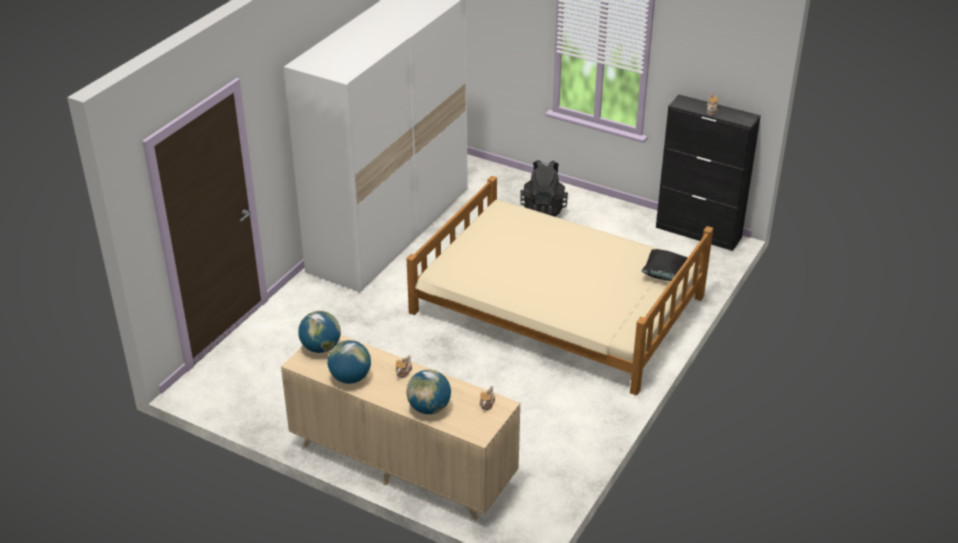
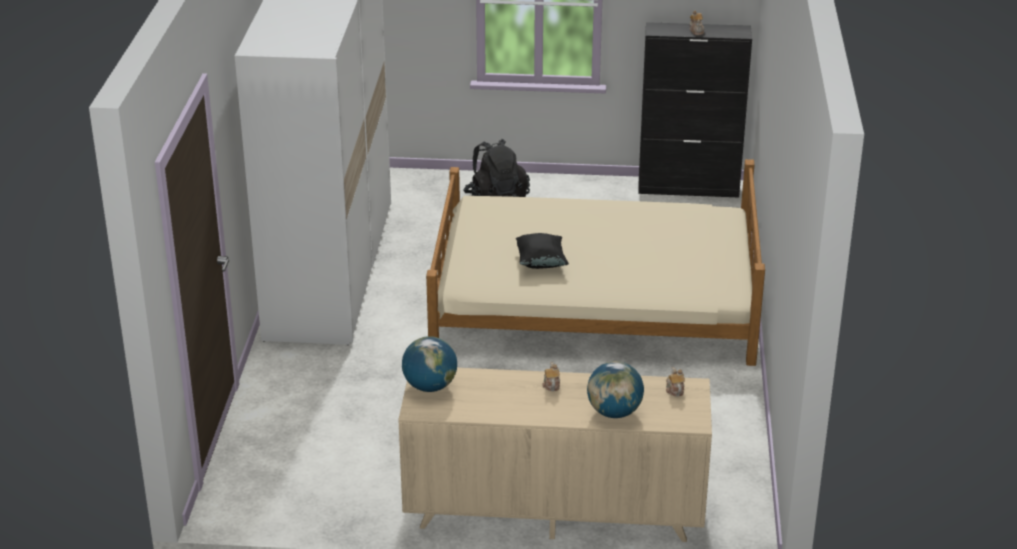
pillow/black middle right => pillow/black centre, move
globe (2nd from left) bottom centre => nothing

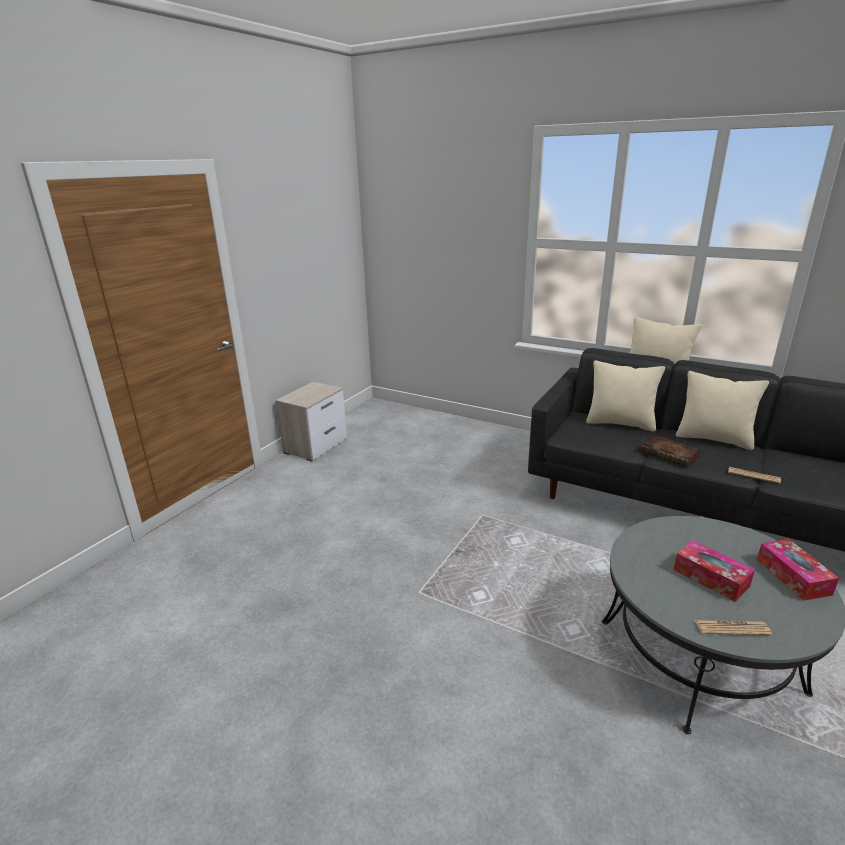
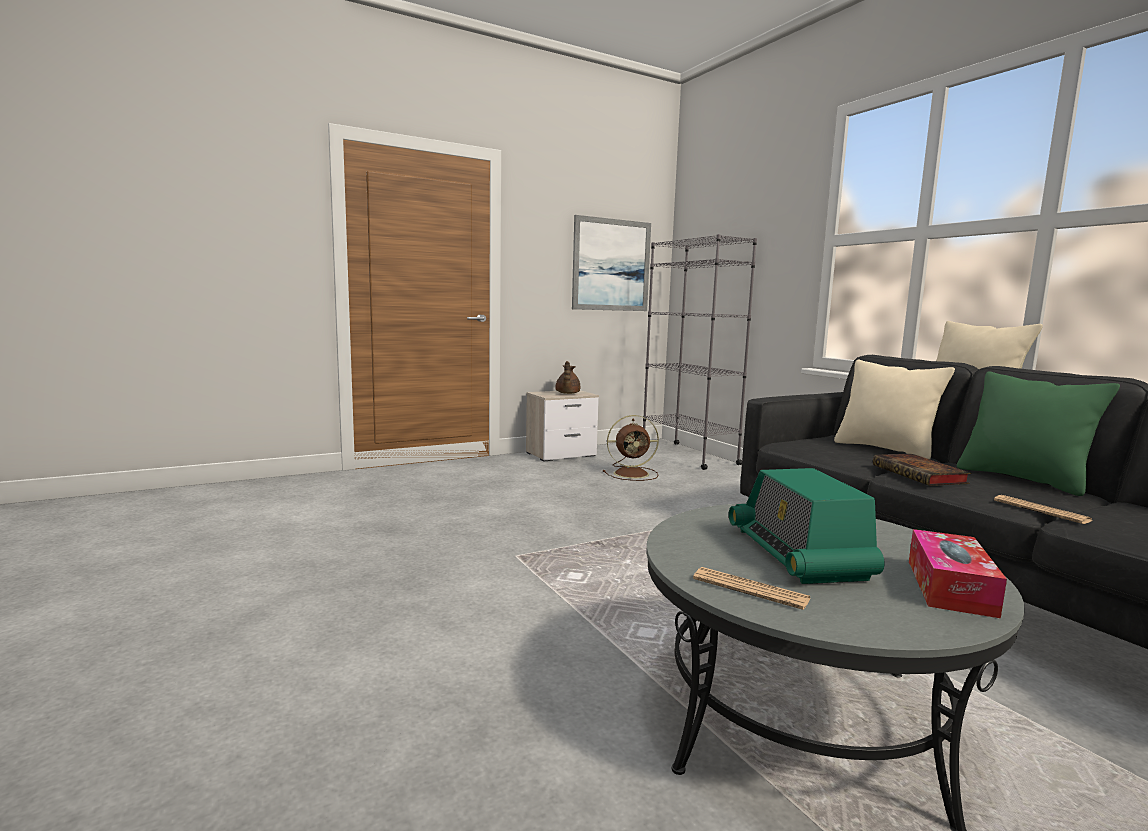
nothing => teapot/brown centre
nothing => picture top centre
nothing => fan/brown centre
nothing => bookcase/grey centre
tissue box (1st from left) bottom right => radio middle right
pillow/beige (3rd from left) middle right => pillow/green middle right

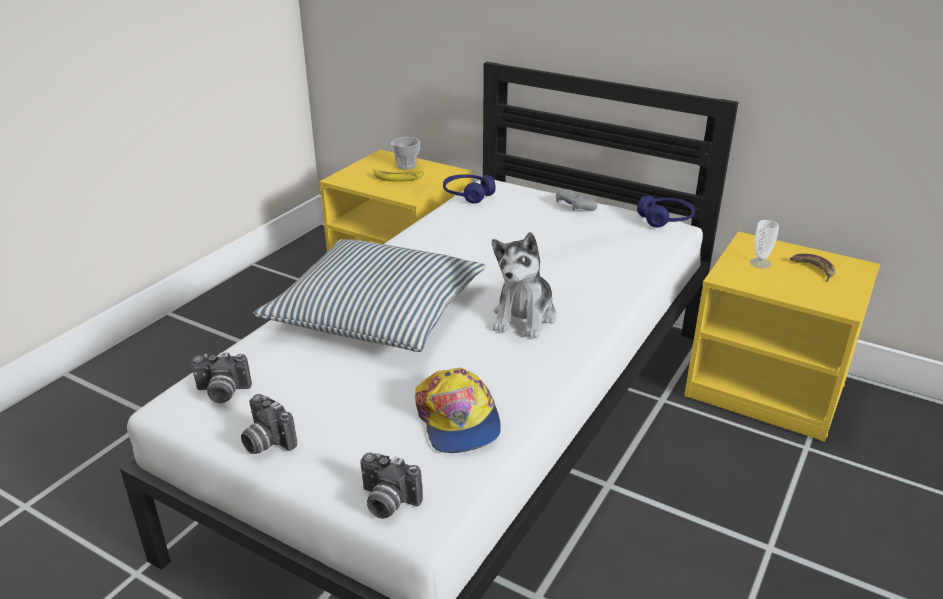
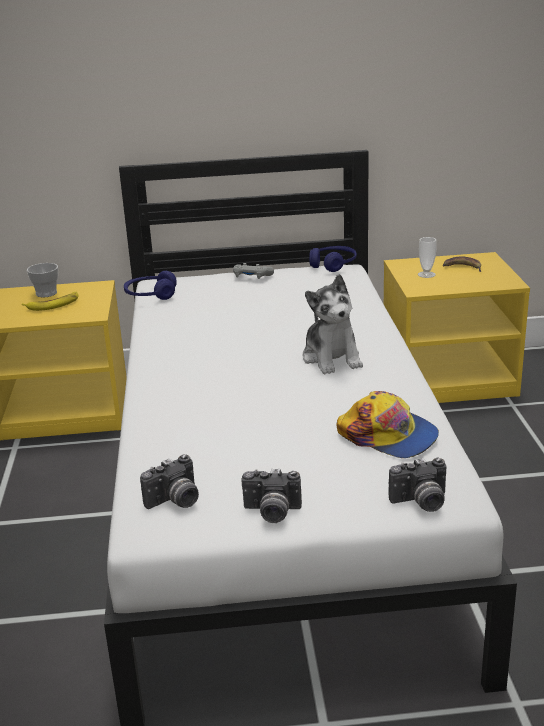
pillow centre => nothing

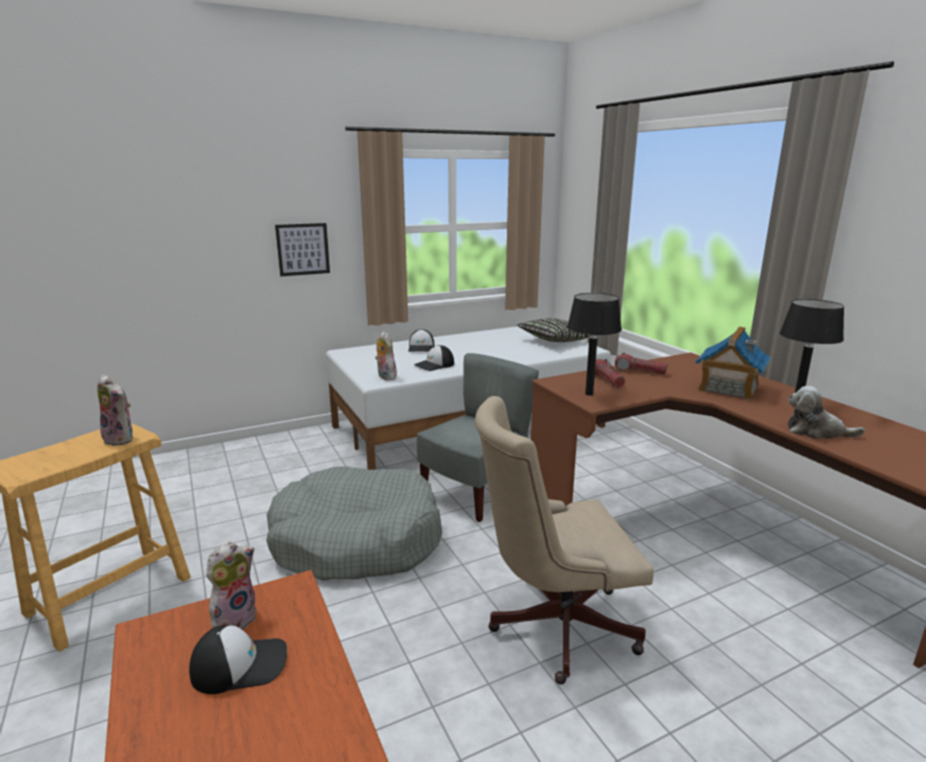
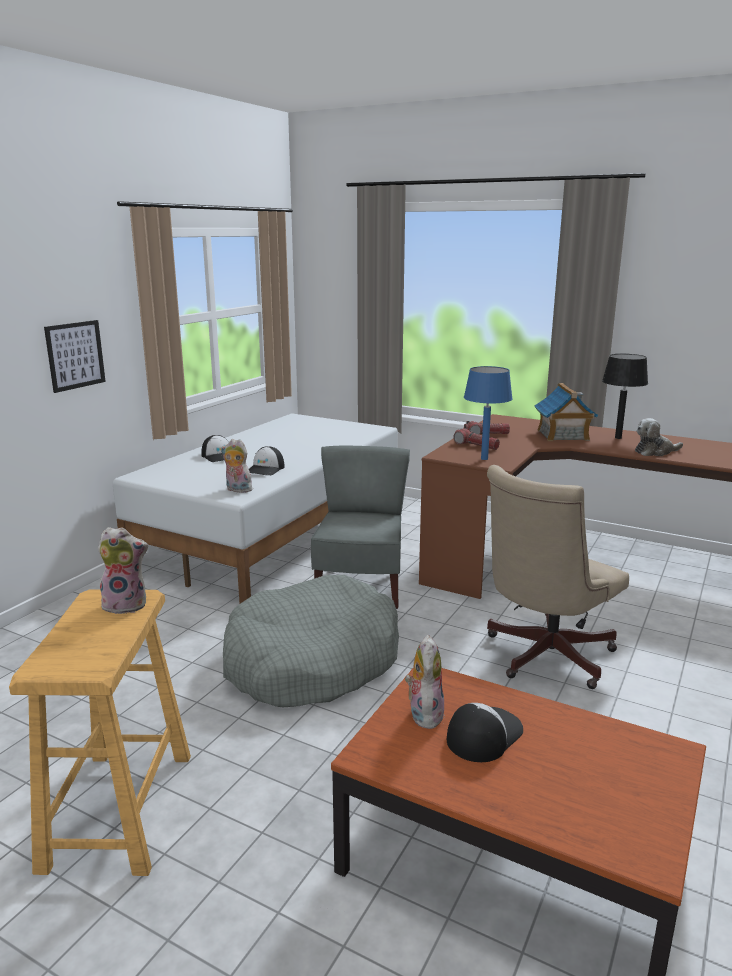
table lamp/black (1st from left) centre => table lamp/blue middle right
pillow centre => nothing

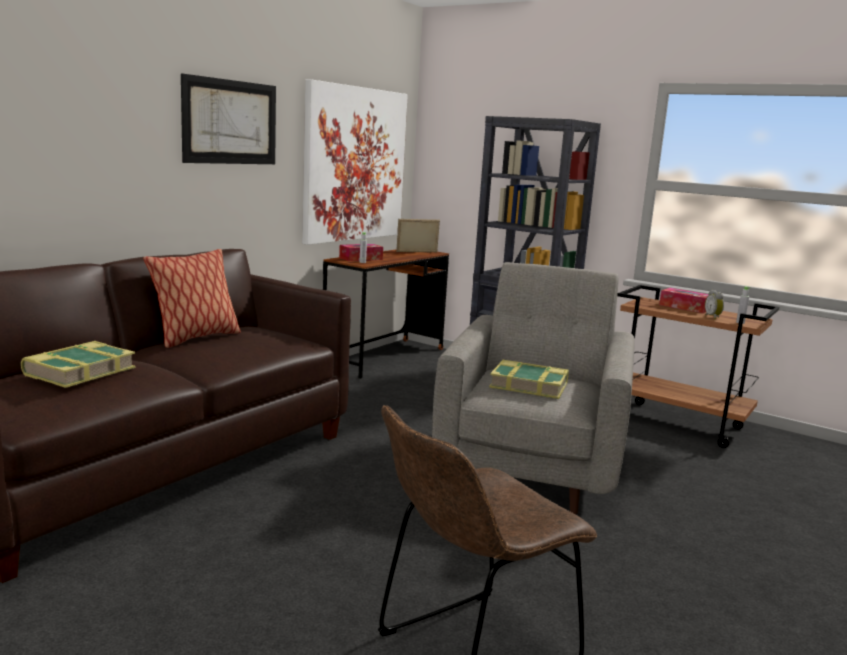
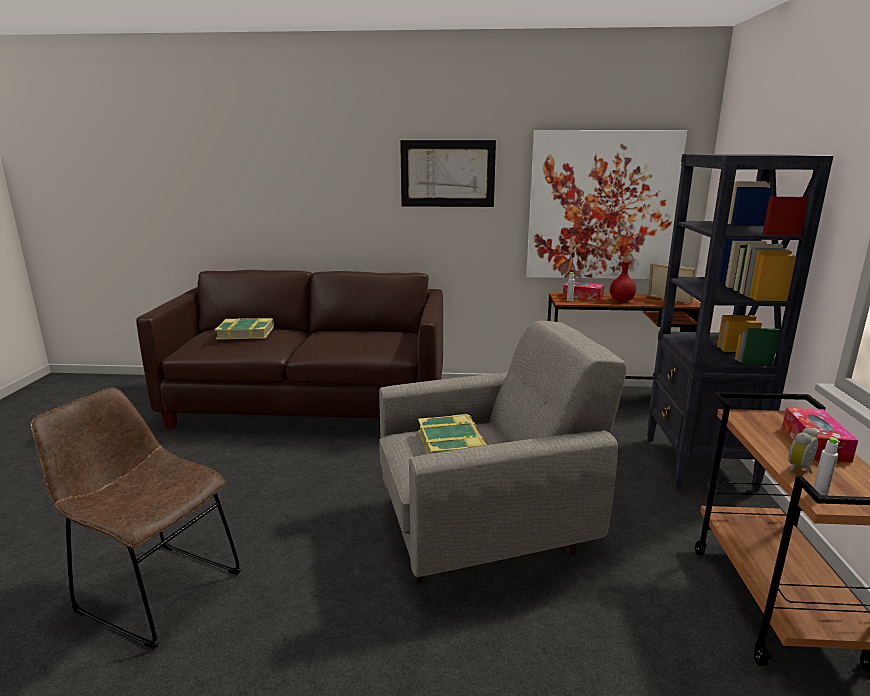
nothing => bottle/red middle right
pillow middle left => nothing

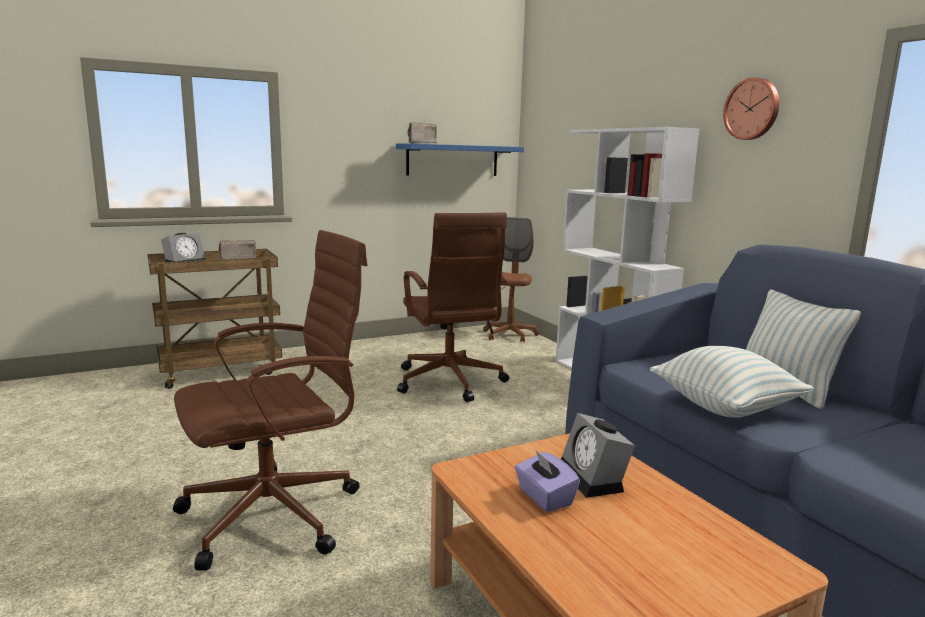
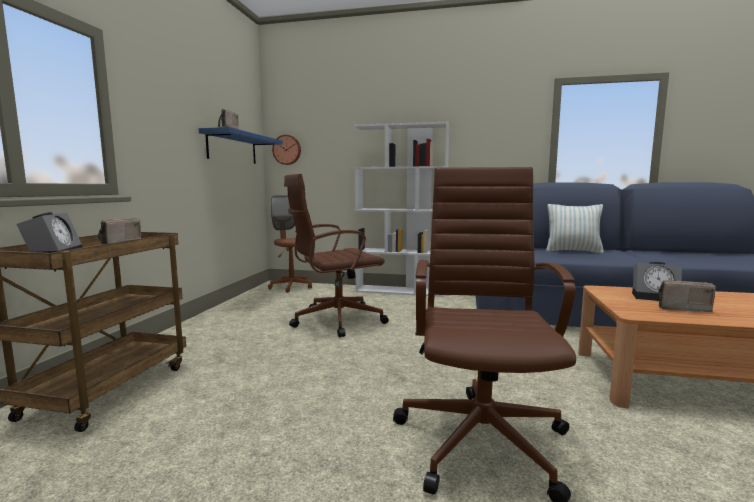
wall clock top right => wall clock top centre, move
office chair/brown (2nd from left) centre, 135 degrees clockwise
tissue box/purple bottom centre => radio (3rd from left) middle right
pillow (1st from left) middle right => nothing

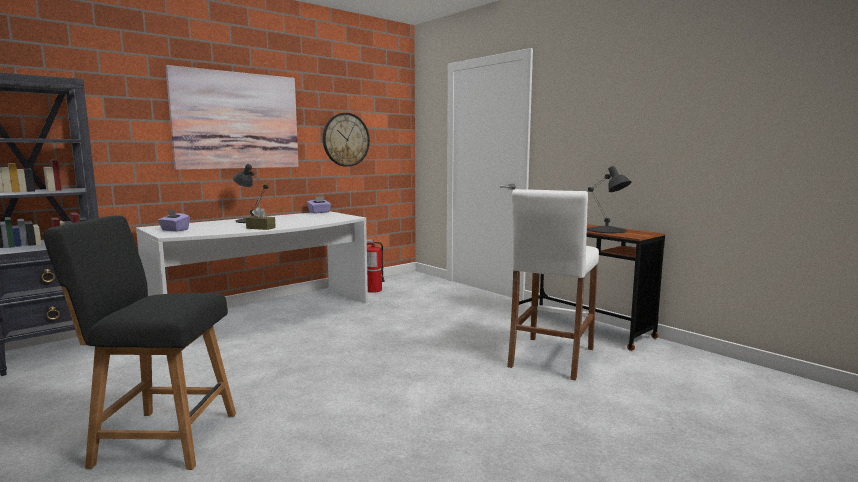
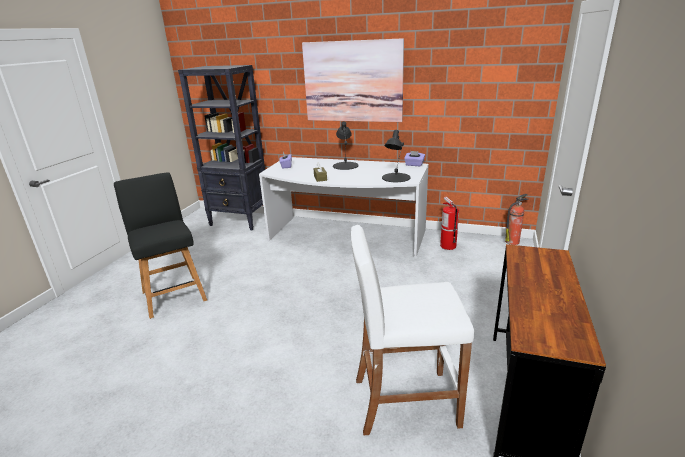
table lamp/black (2nd from left) middle right => table lamp/black (2nd from left) centre, move
nothing => fire extinguisher (2nd from left) middle right
wall clock top centre => nothing

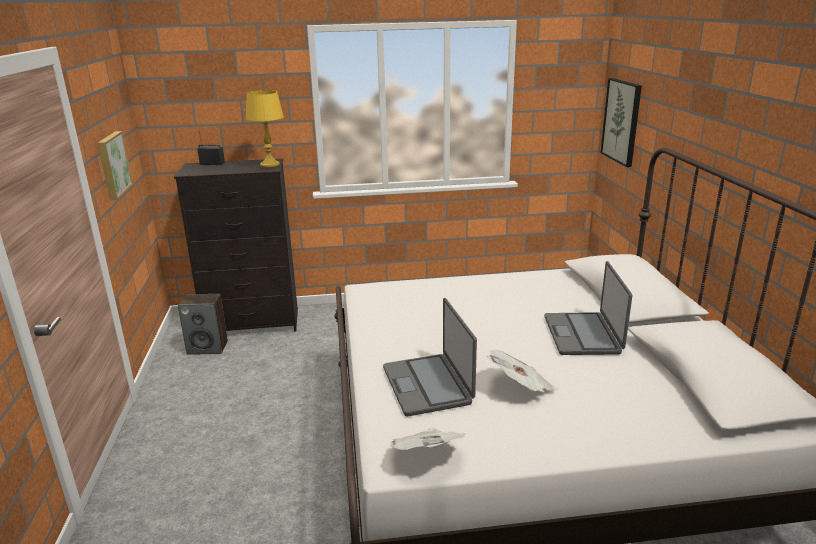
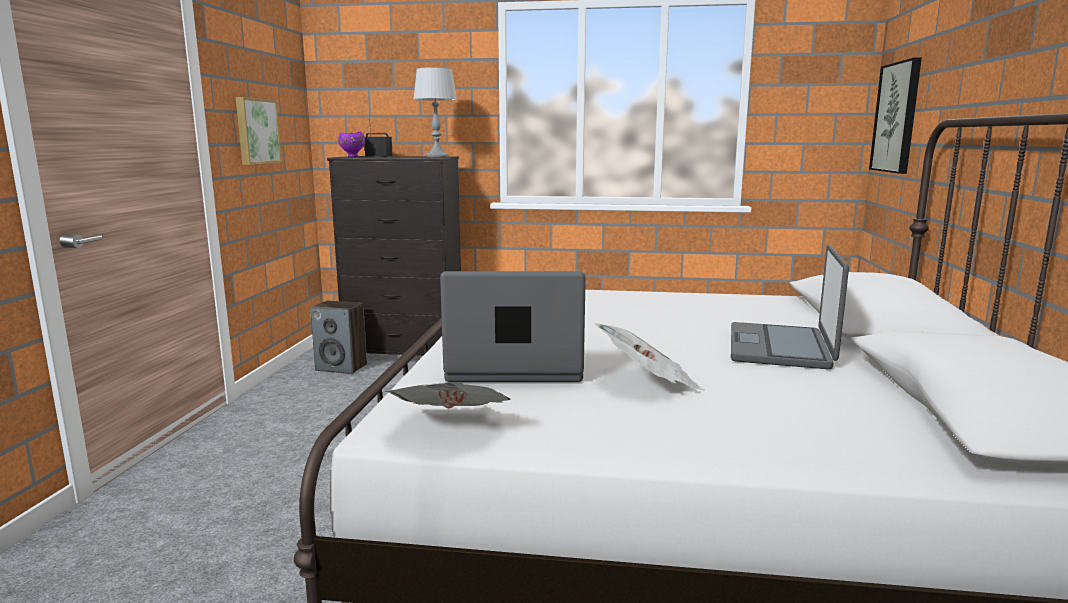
nothing => bowl/purple top left
table lamp/yellow top left => table lamp/grey top centre
laptop (1st from left) centre, 90 degrees clockwise

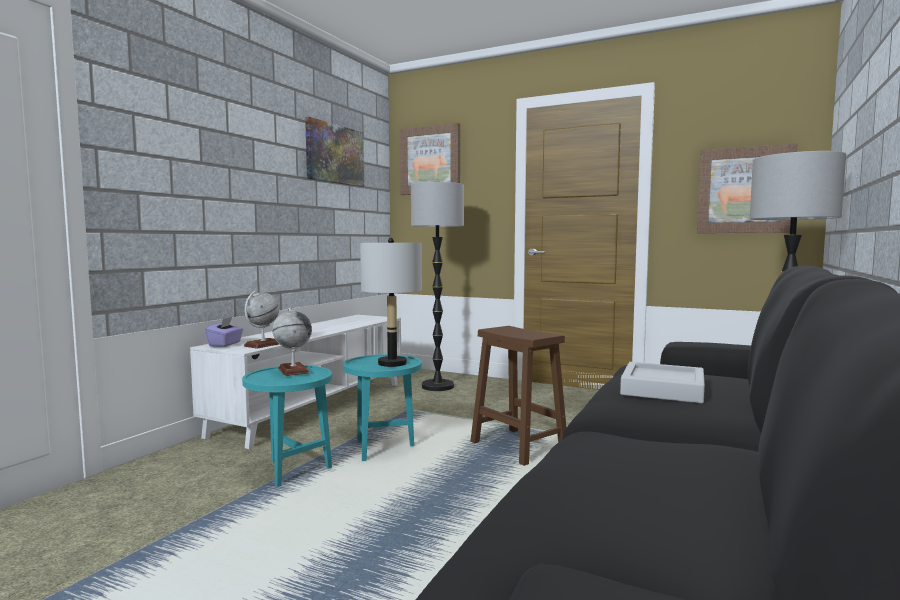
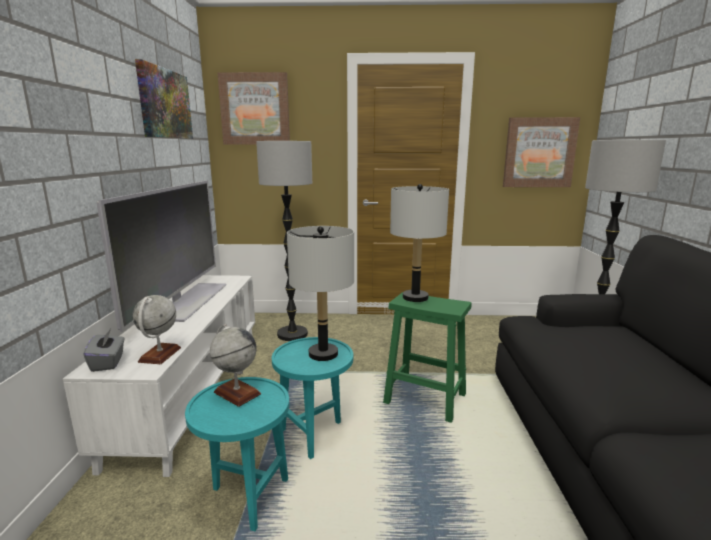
tissue box/purple middle left => tissue box/grey middle left
nothing => television middle left
stool/brown centre => stool/green centre
nothing => table lamp/grey (2nd from left) centre
tray/grey middle right => nothing

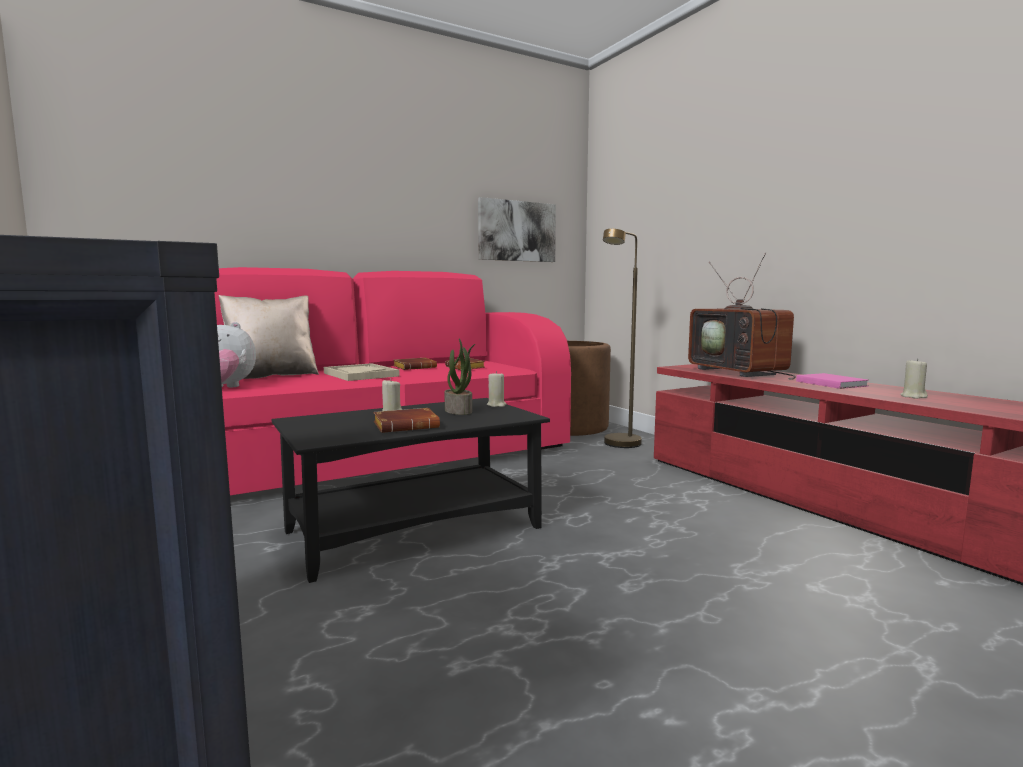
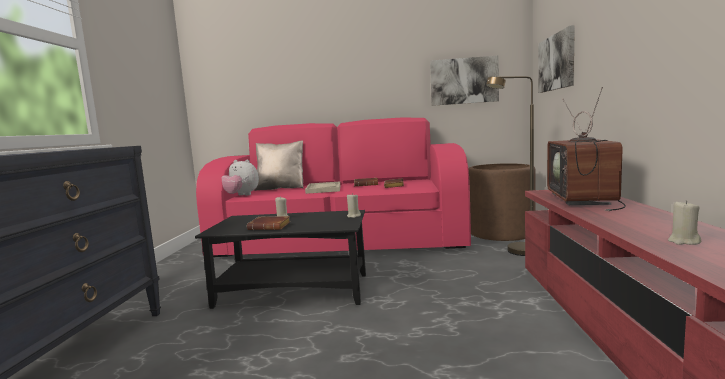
nothing => picture (2nd from left) top right
potted plant centre => nothing
book/pink middle right => nothing

